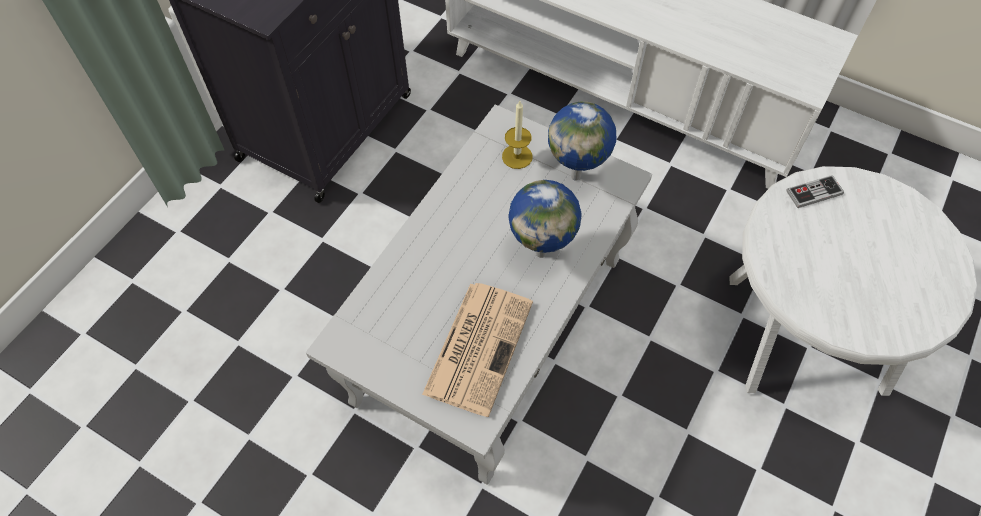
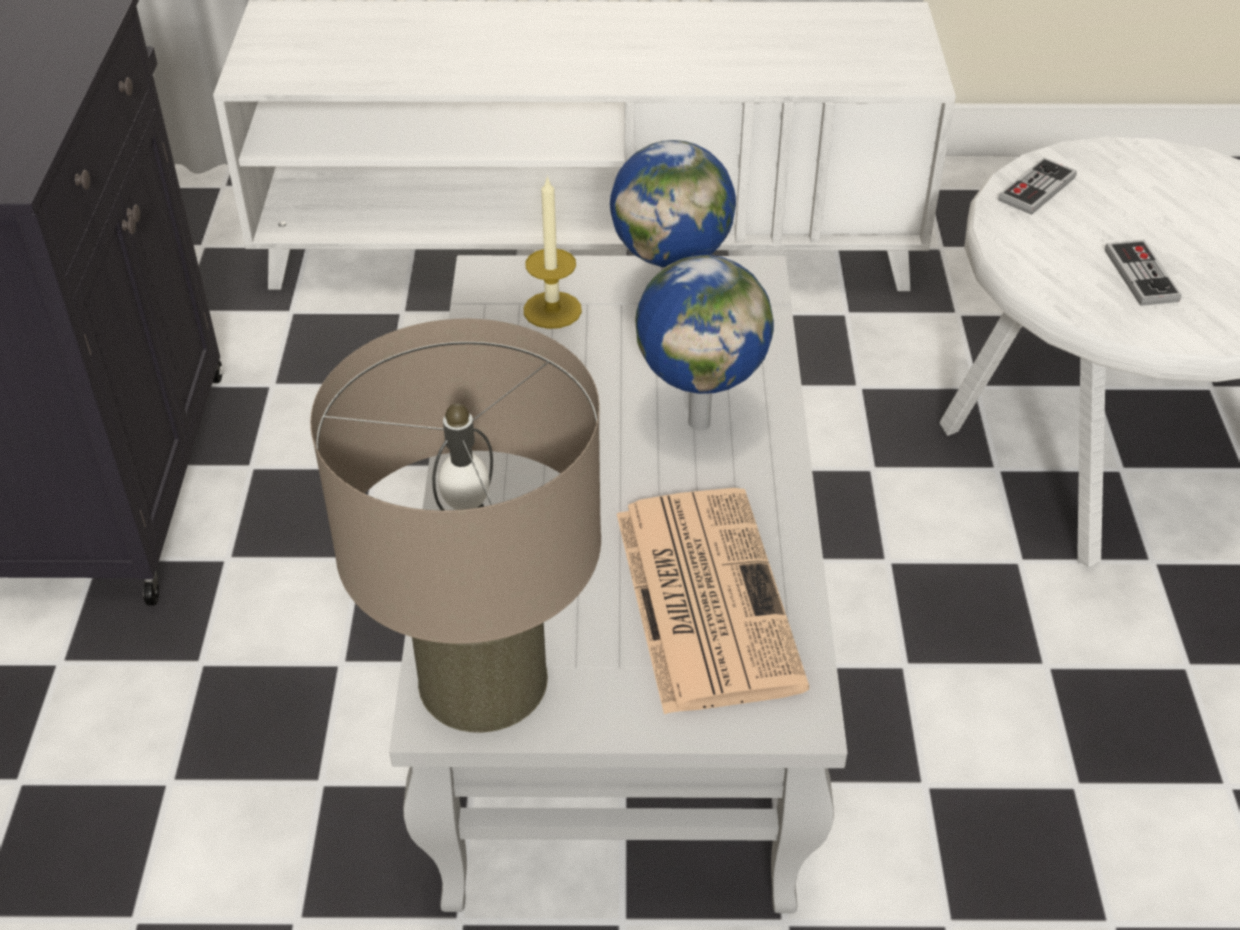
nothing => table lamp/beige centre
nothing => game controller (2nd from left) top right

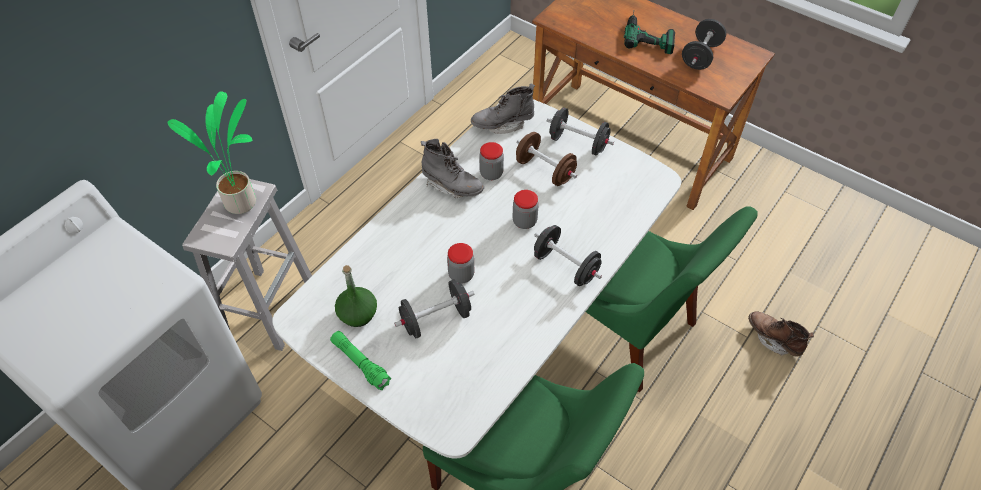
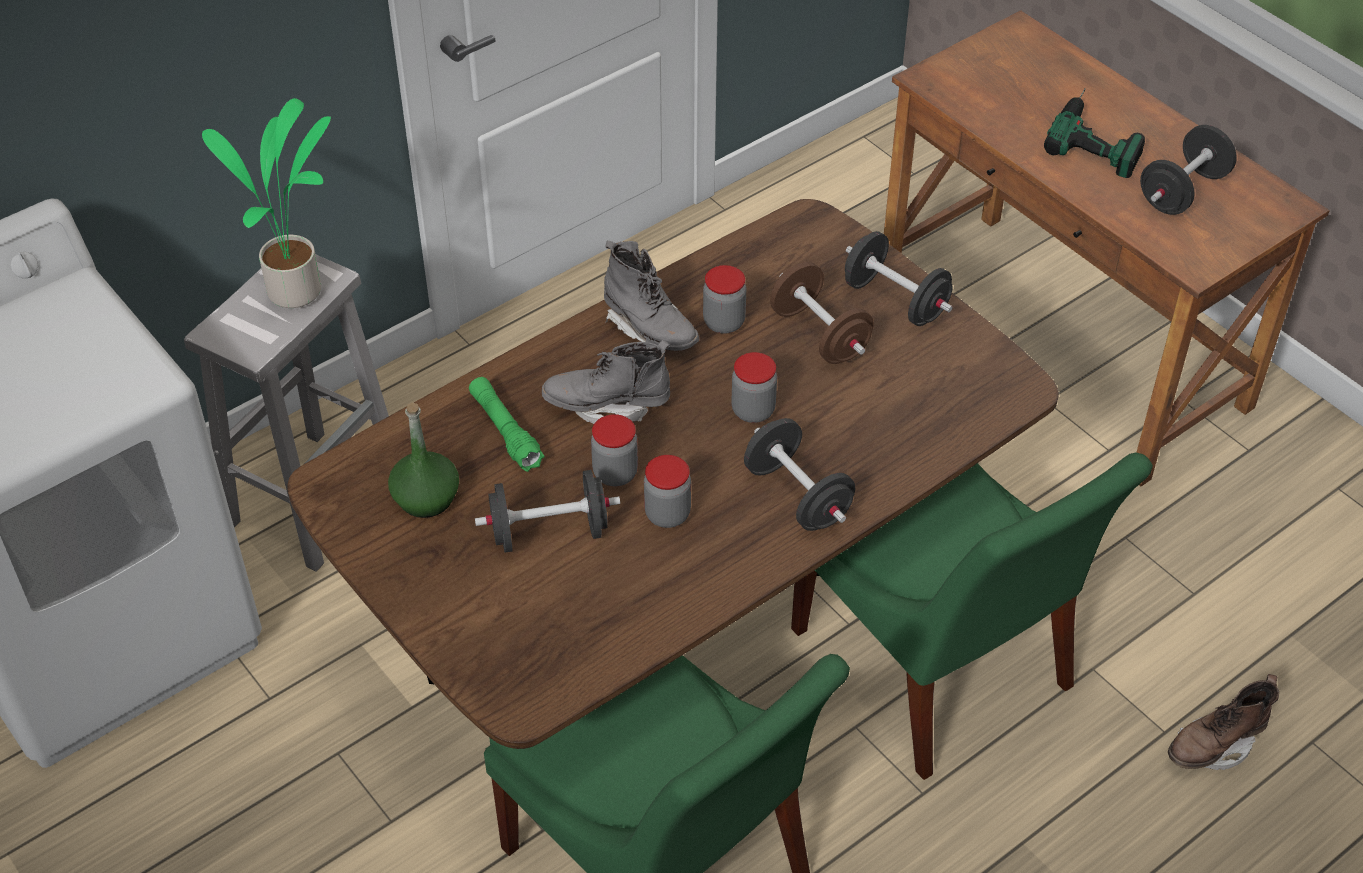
dining table/white centre => dining table/brown centre
flashlight/green bottom centre => flashlight/green centre, move
boot/grey (2nd from left in the first image) top centre => boot/grey (1st from left) centre, move
nothing => jar (2nd from left) centre
boot/brown bottom right, 90 degrees counterclockwise

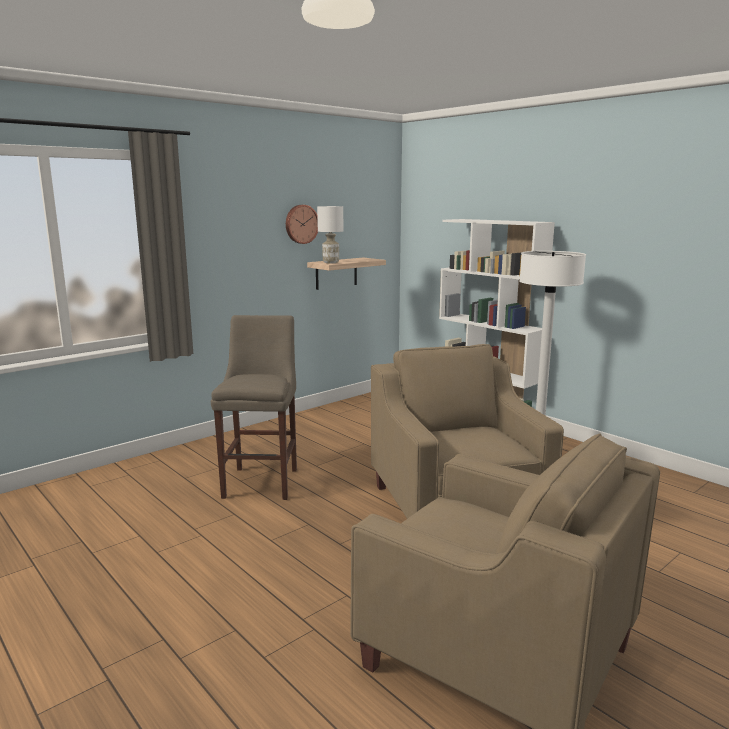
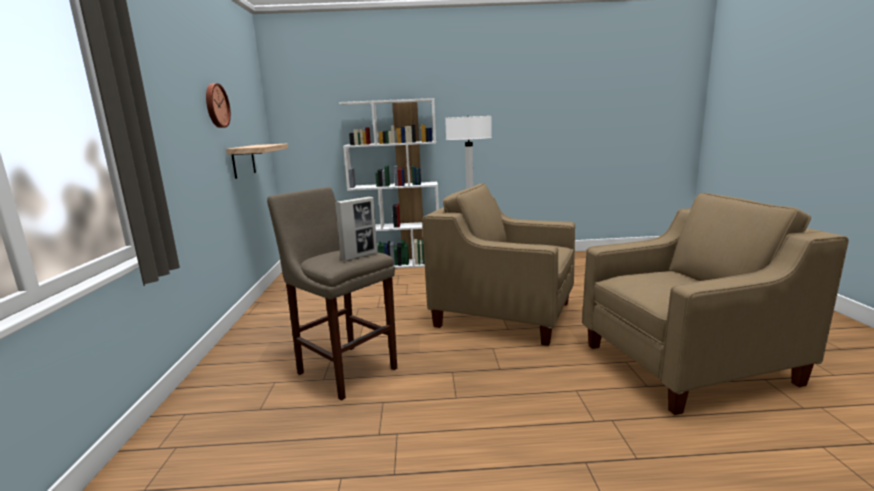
nothing => picture frame centre
table lamp/white top centre => nothing

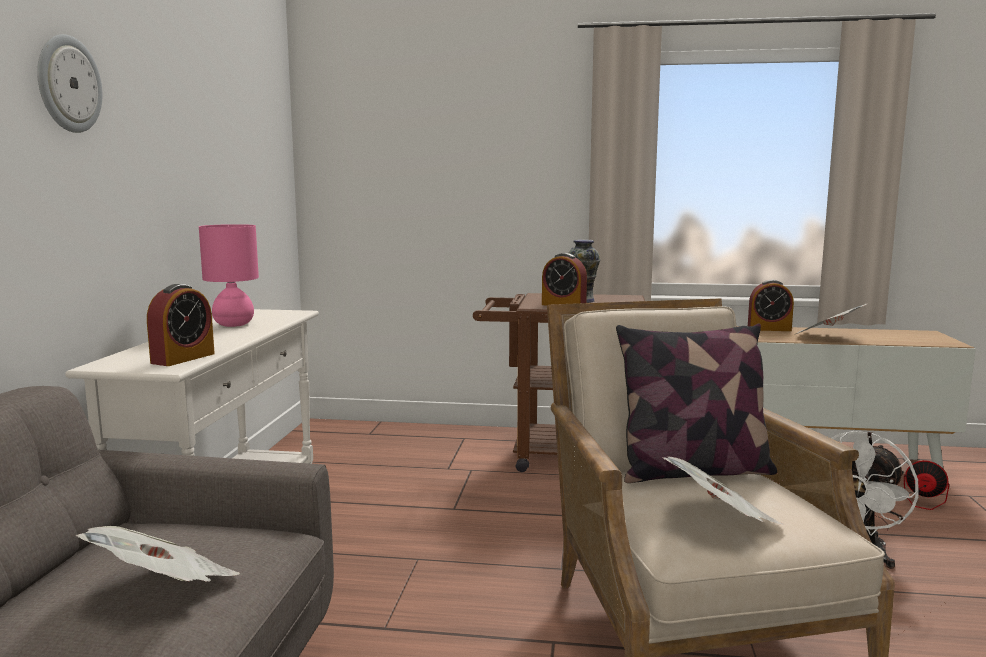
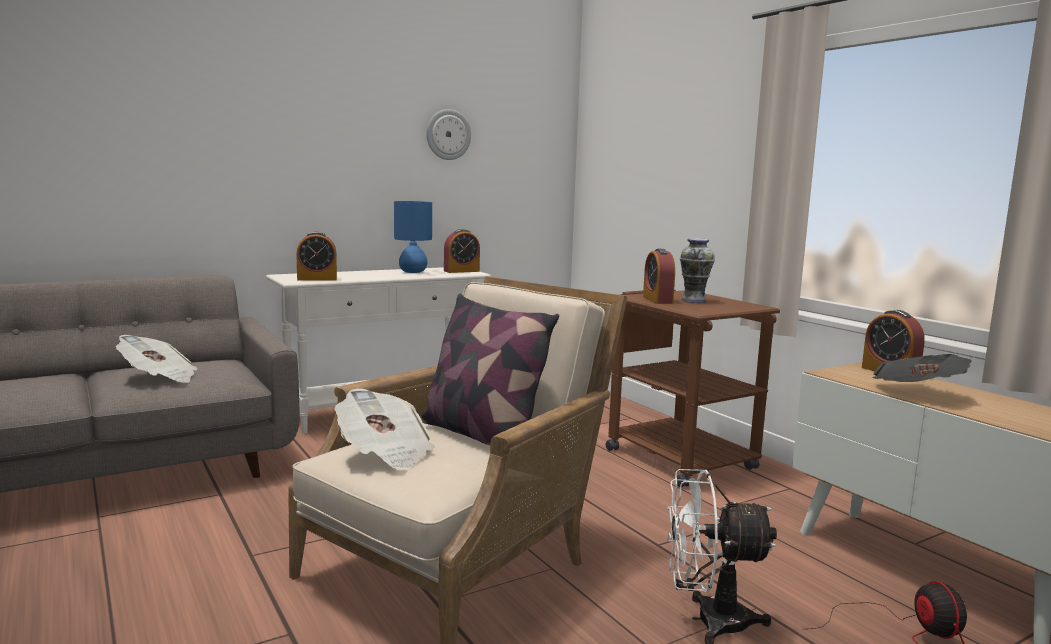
table lamp/pink middle left => table lamp/blue centre
wall clock top left => wall clock top centre, move
nothing => alarm clock (2nd from left) centre

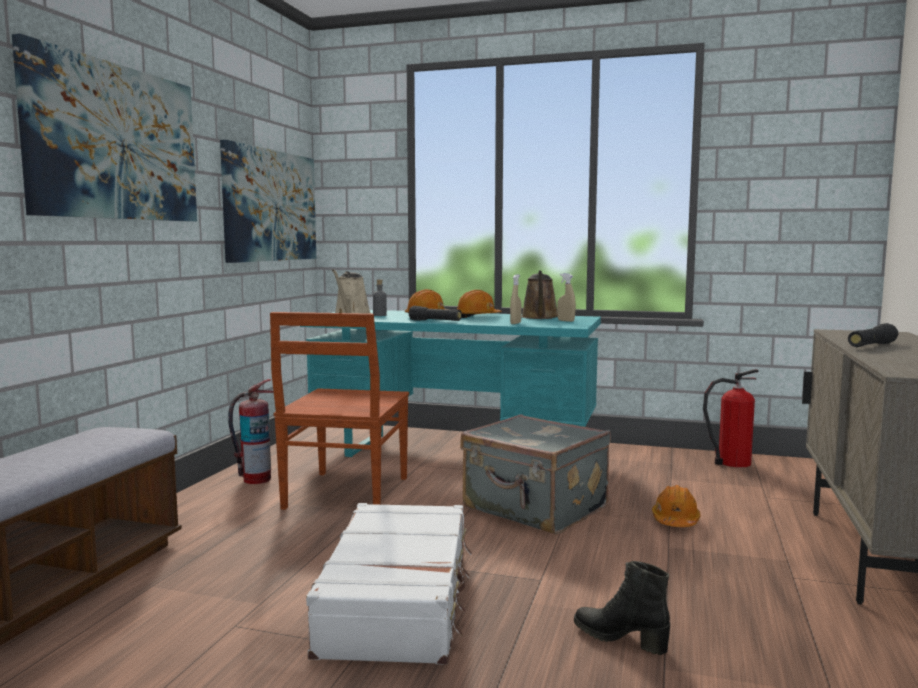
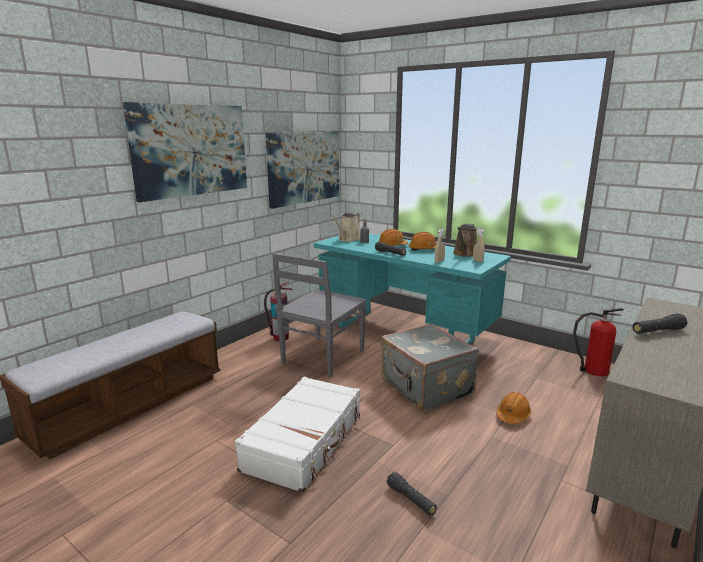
chair/brown centre => chair/grey centre
boot/black bottom right => flashlight/black (2nd from left) bottom centre

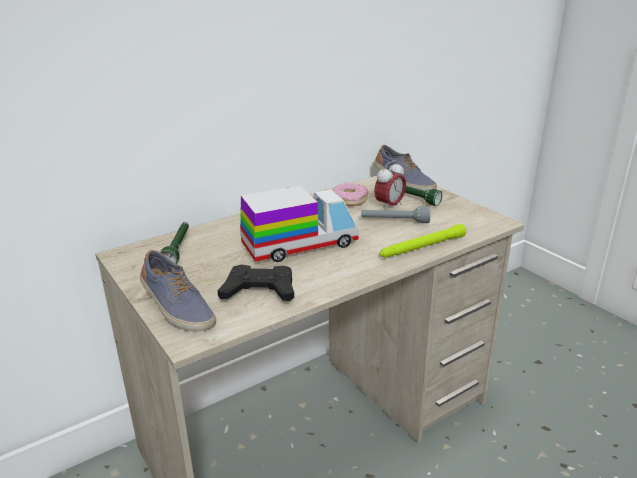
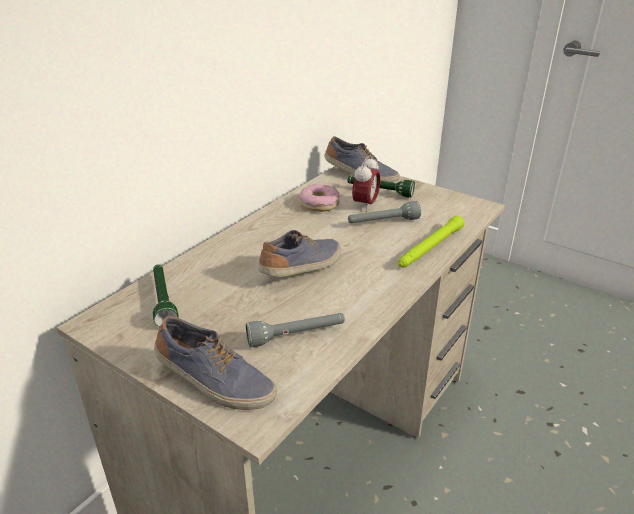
game controller/black centre => flashlight/grey (1st from left) centre
toy truck centre => shoe (2nd from left) centre

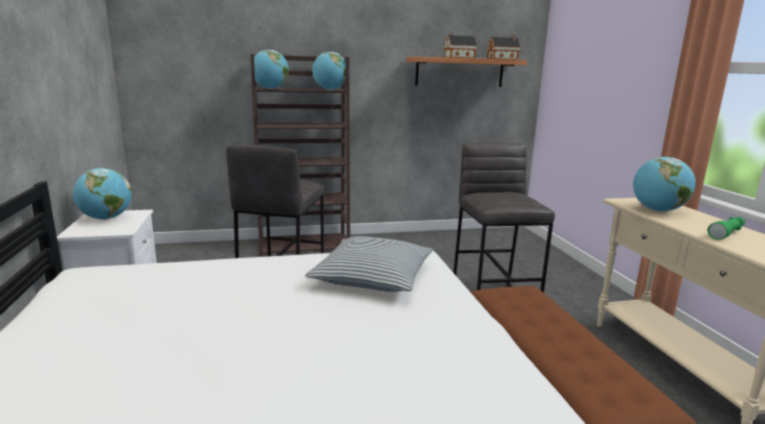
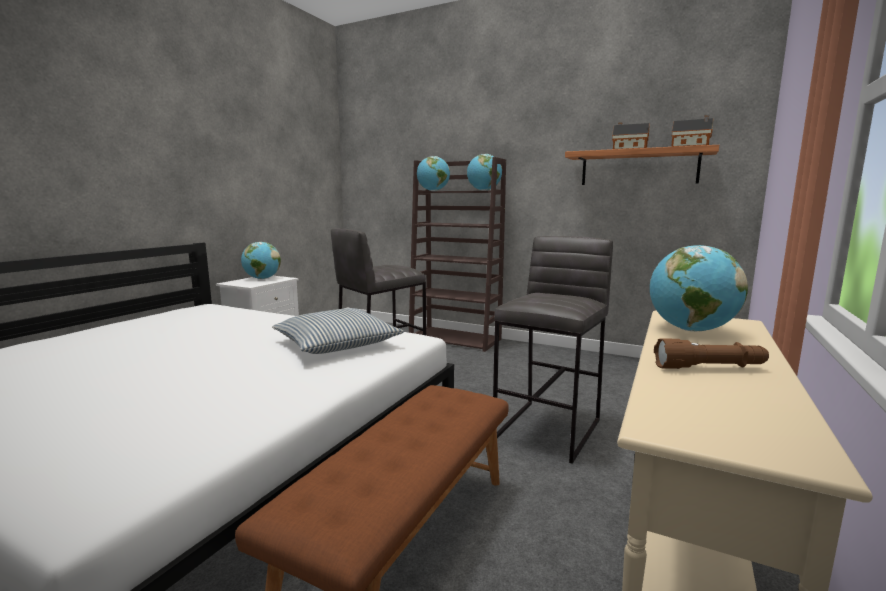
flashlight/green middle right => flashlight/brown middle right

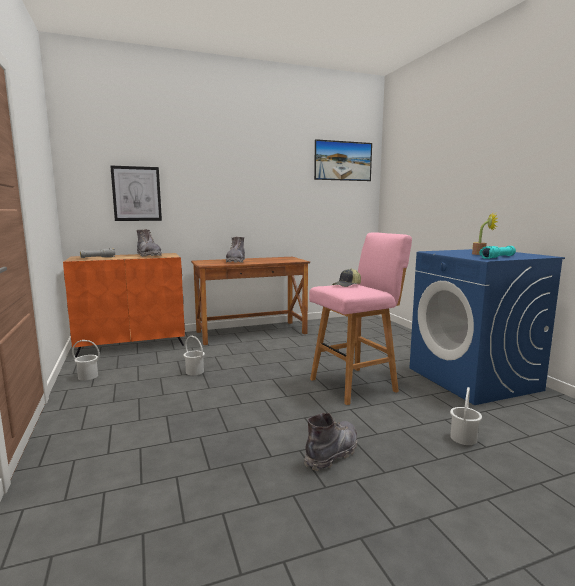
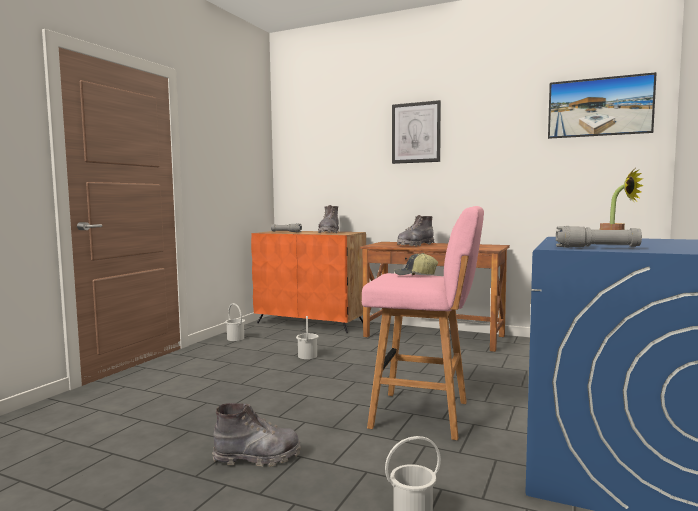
picture (1st from left) top left => picture (1st from left) top centre, move
flashlight/turquoise middle right => flashlight/grey (2nd from left) middle right

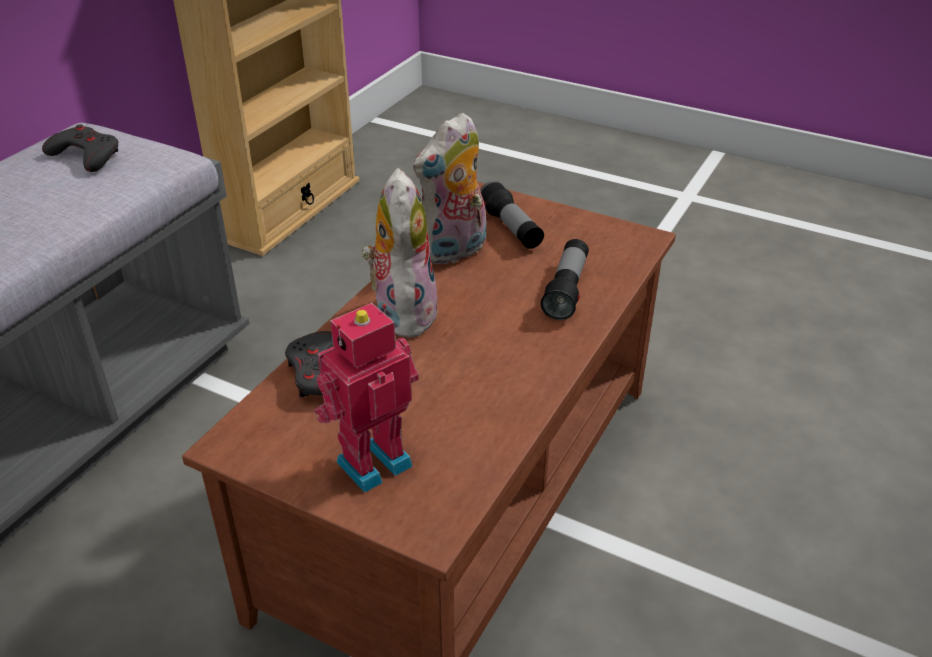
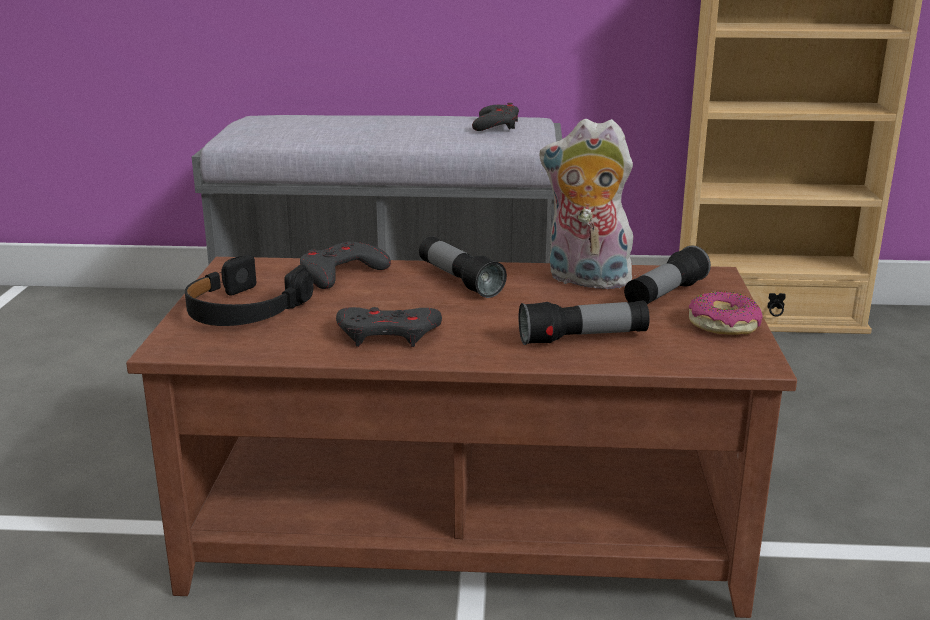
toy robot centre => headphones/black middle left
nothing => game controller/grey (2nd from left) centre
plush toy (1st from left) centre => flashlight (1st from left) centre
nothing => donut middle right

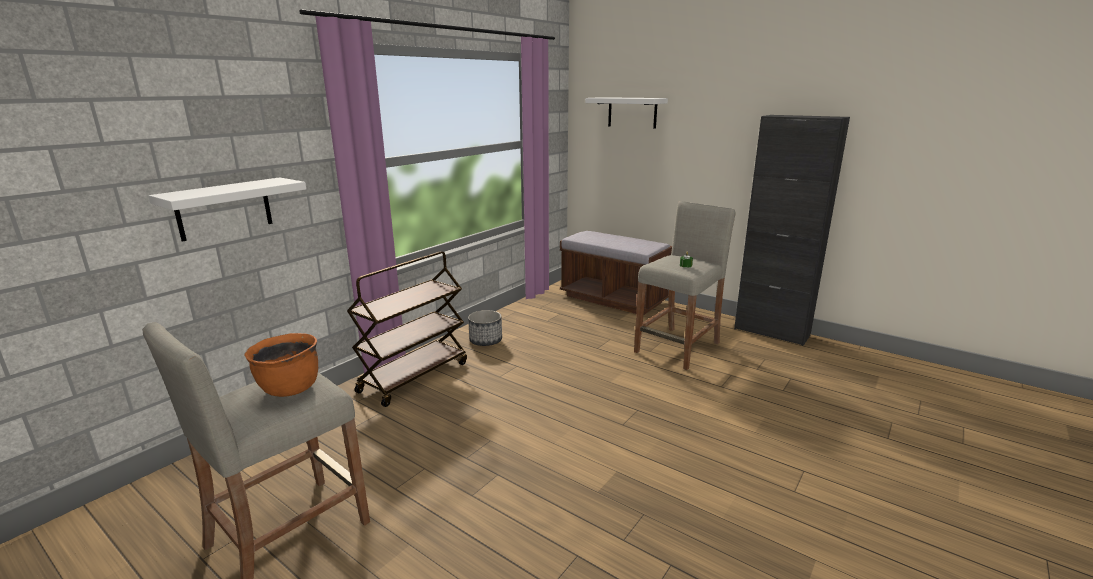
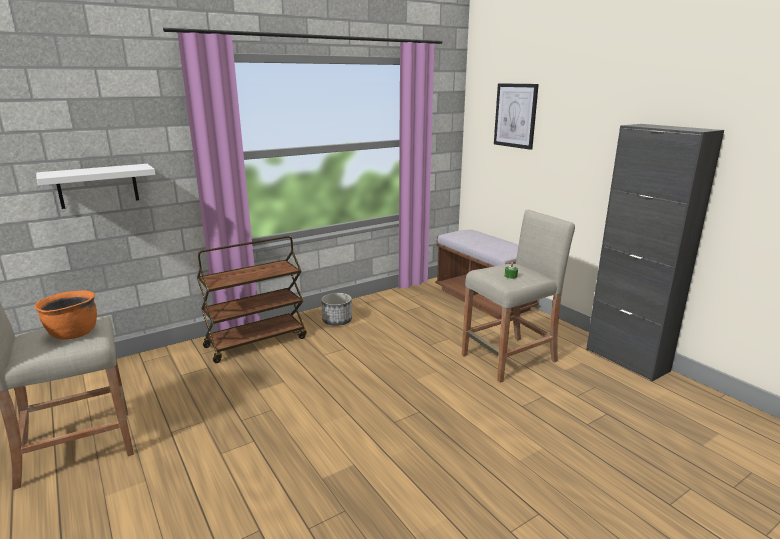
shelf/white (2nd from left) top centre => picture top centre

